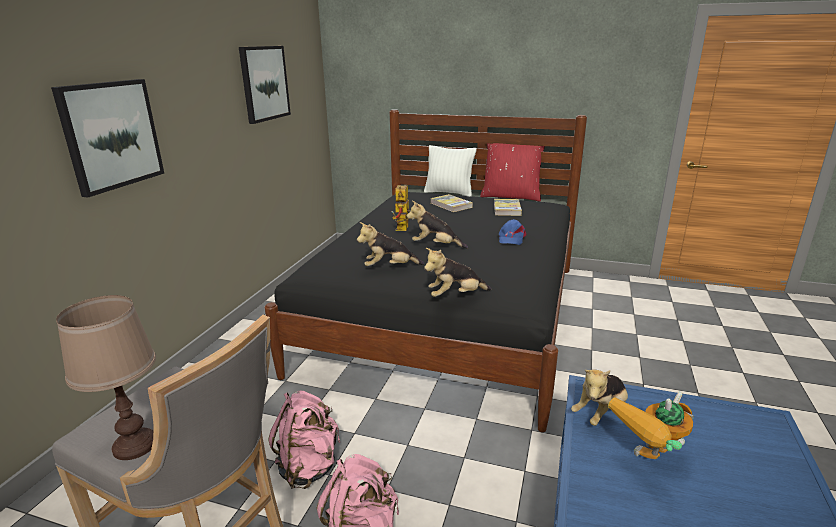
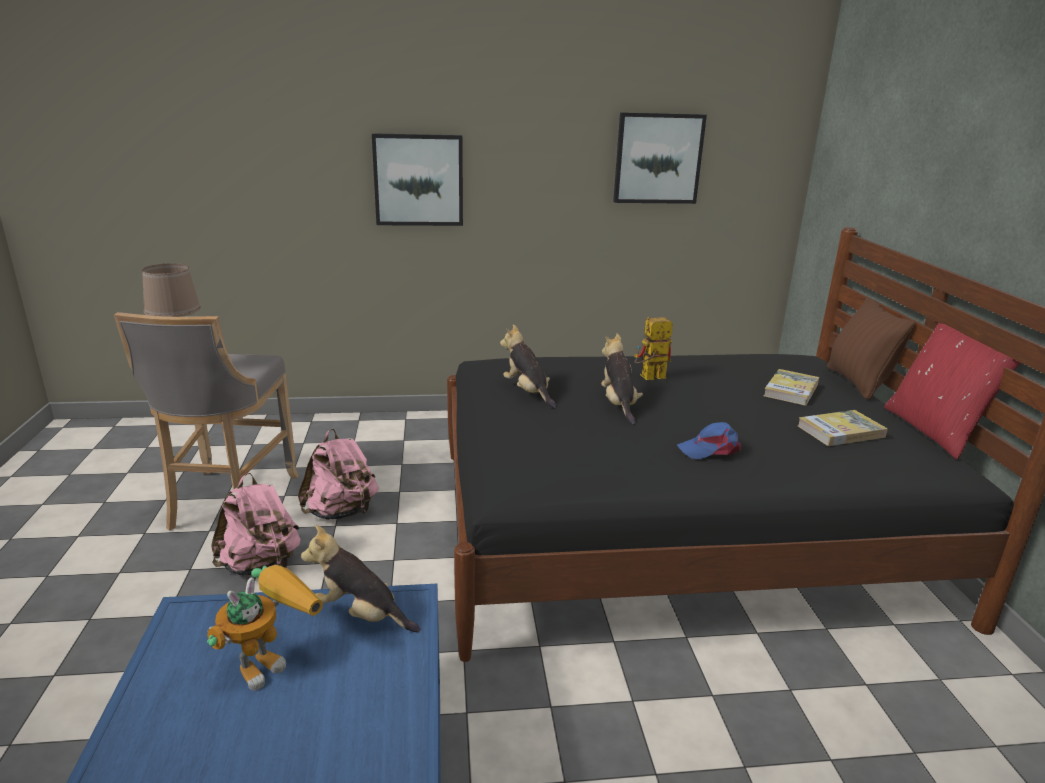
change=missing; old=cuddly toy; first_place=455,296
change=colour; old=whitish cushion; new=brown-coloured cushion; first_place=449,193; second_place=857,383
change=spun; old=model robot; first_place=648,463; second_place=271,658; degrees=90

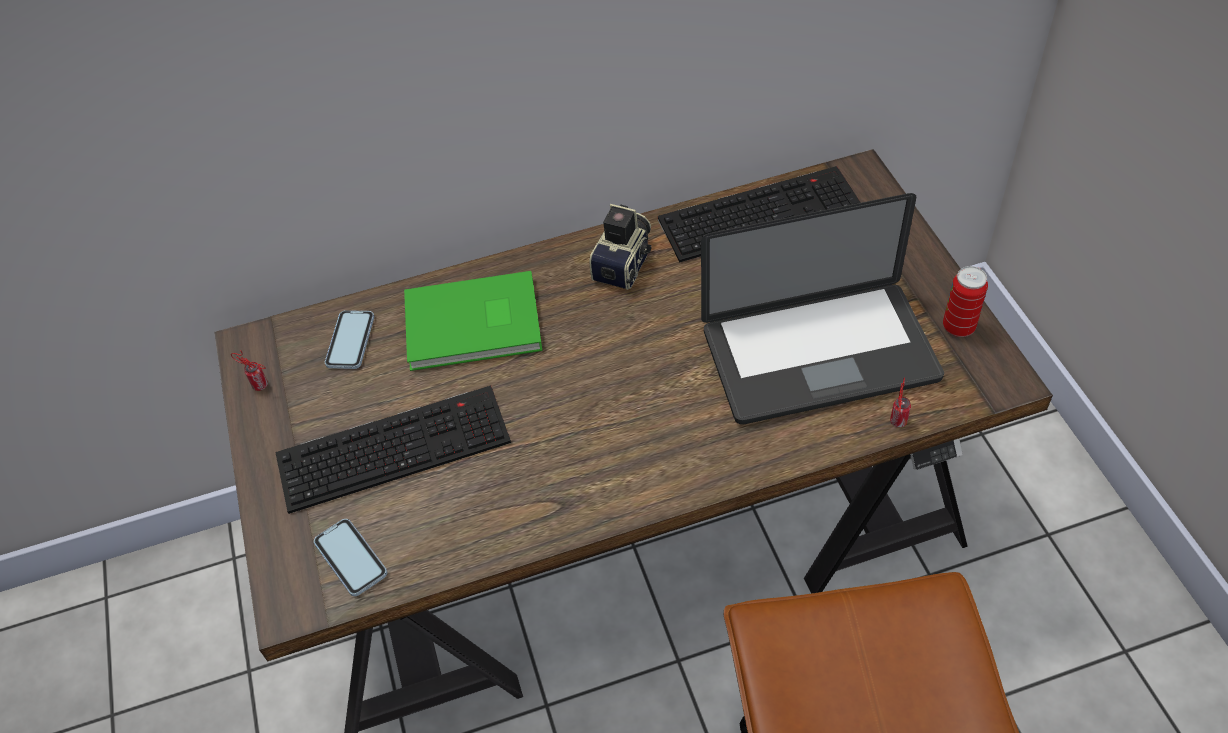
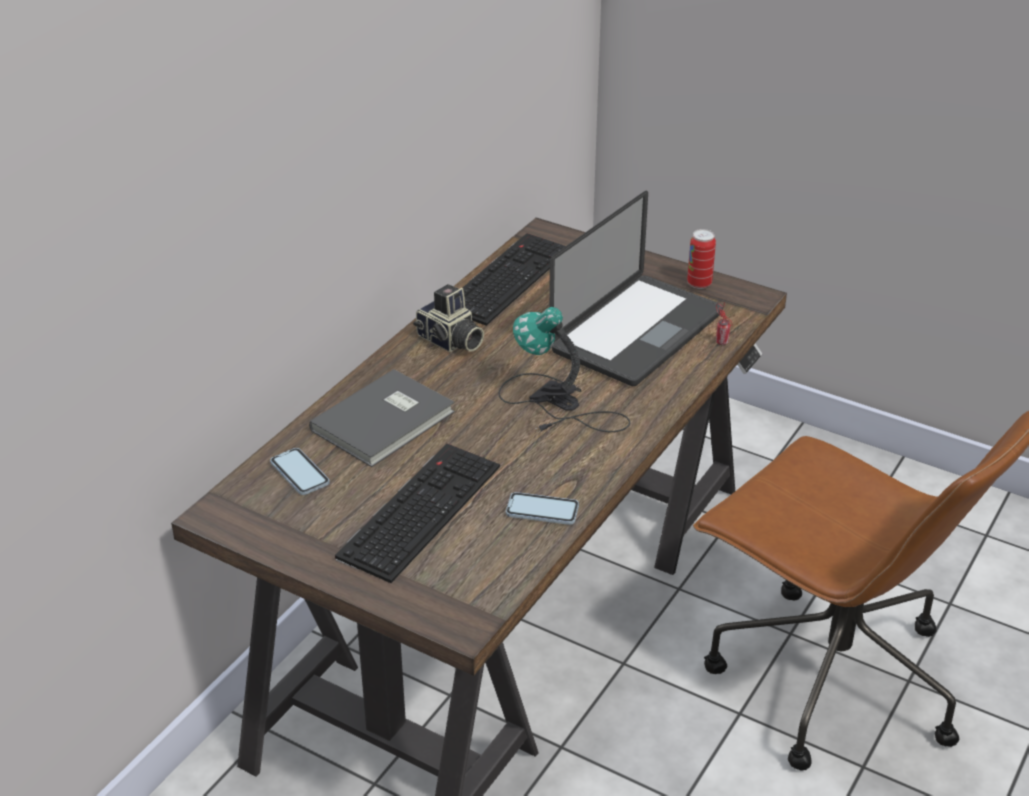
change=missing; old=sealed can; first_place=262,386
change=appeared; new=tabletop lamp; second_place=557,405
change=relocated; old=telephone; first_place=351,558; second_place=542,510
change=colour; old=greenish volume; new=greyish volume; first_place=475,326; second_place=387,421
change=spun; old=photo camera; first_place=626,263; second_place=449,341; degrees=150

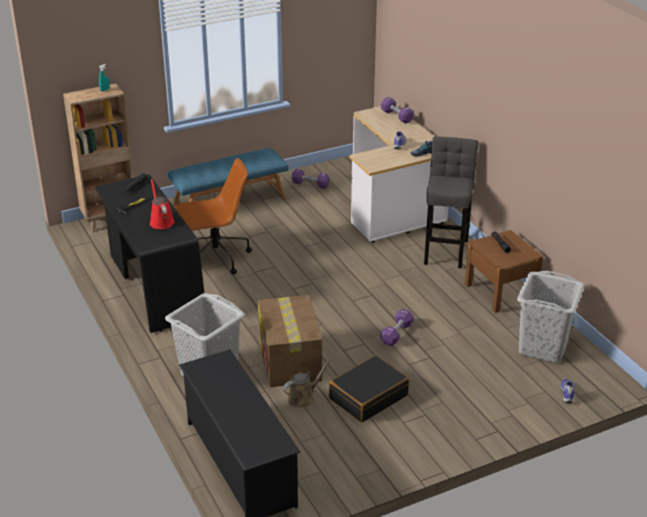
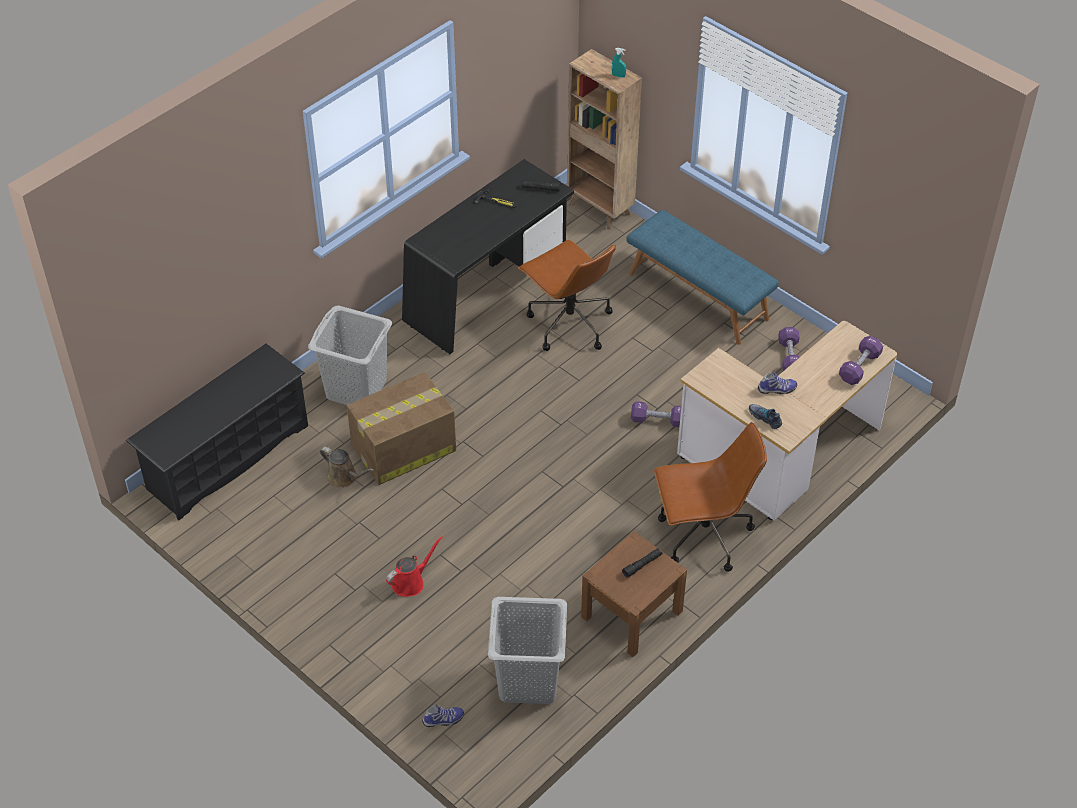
change=missing; old=black travel case; first_place=368,397
change=relocated; old=red-coloured watering pot; first_place=161,221; second_place=411,582
change=relocated; old=purplish dumbbell; first_place=396,334; second_place=658,420
change=exchanged; old=greyish stool seat; new=brown-coloured desk chair; first_place=446,250; second_place=702,536

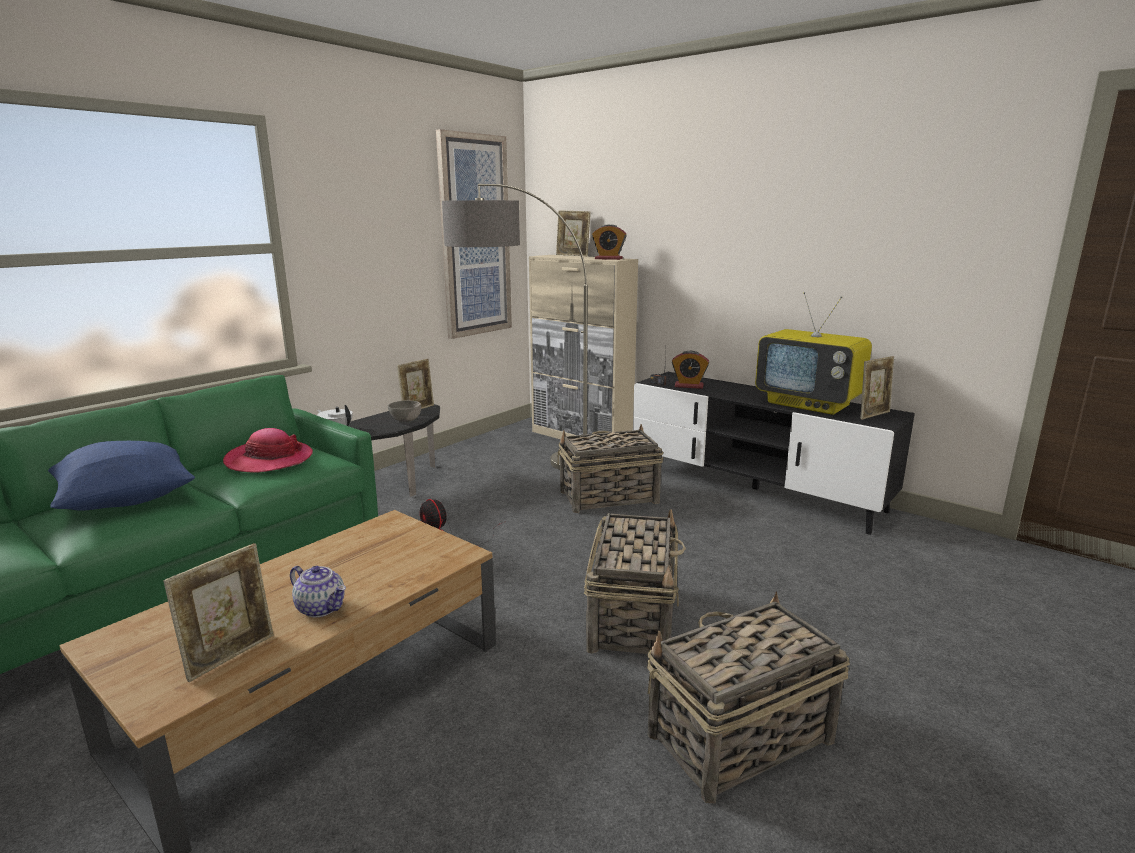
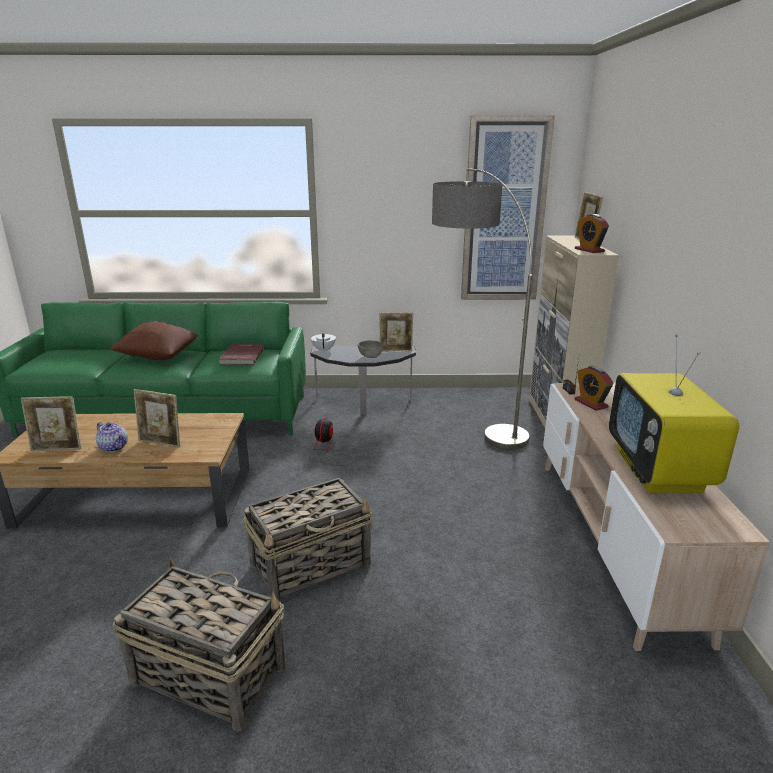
change=missing; old=storage basket; first_place=607,497
change=relocated; old=picture frame; first_place=873,415; second_place=161,443
change=exchanged; old=wearable hat; new=red-coloured volume; first_place=269,460; second_place=241,356
change=colour; old=blue-coloured cushion; new=brown-coloured cushion; first_place=125,501; second_place=158,357
change=colour; old=black tv stand; new=beige tv stand; first_place=754,489; second_place=614,539
change=spun; old=tea pot; first_place=322,608; second_place=114,447; degrees=-45

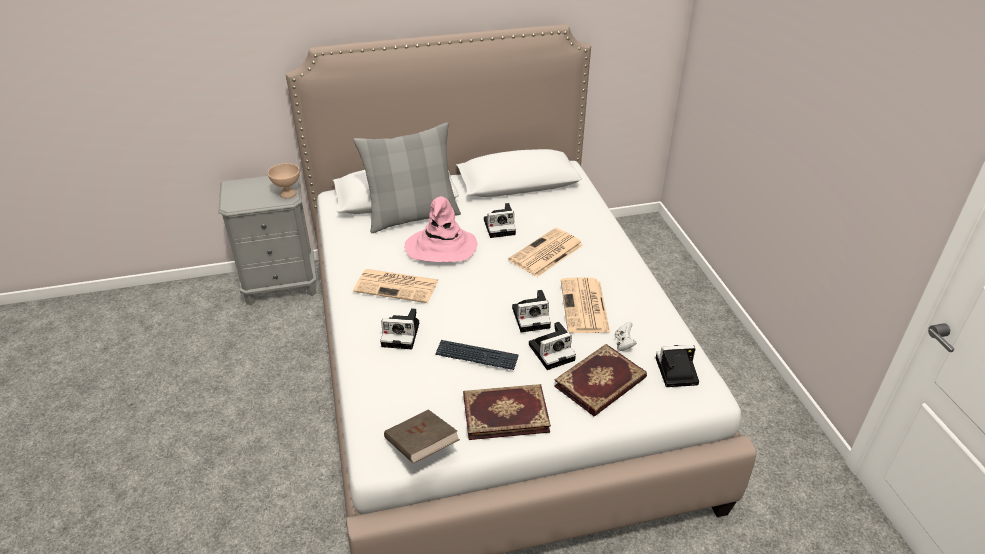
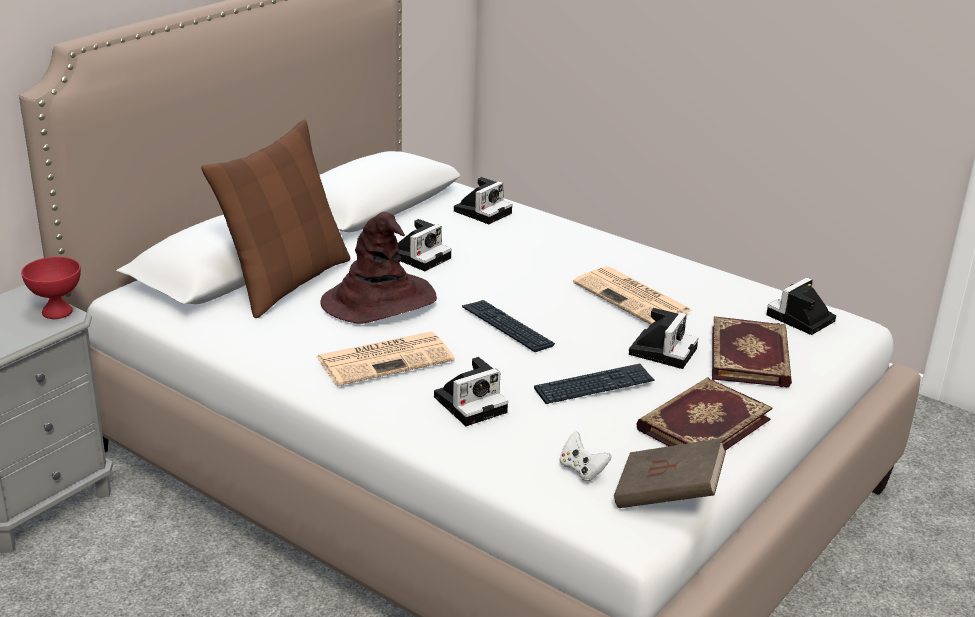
change=missing; old=daily paper; first_place=546,253
change=appeared; new=computer keyboard; second_place=507,327
change=relocated; old=photo camera; first_place=532,317; second_place=483,211
change=relocated; old=whitish game controller; first_place=623,343; second_place=582,470
change=colour; old=beige serving bowl; new=red-coloured serving bowl; first_place=287,193; second_place=56,312
change=colour; old=greyish cushion; new=brown-coloured cushion; first_place=412,216; second_place=286,282
change=colour; old=pinkish wearable hat; new=brown-coloured wearable hat; first_place=441,247; second_place=379,301

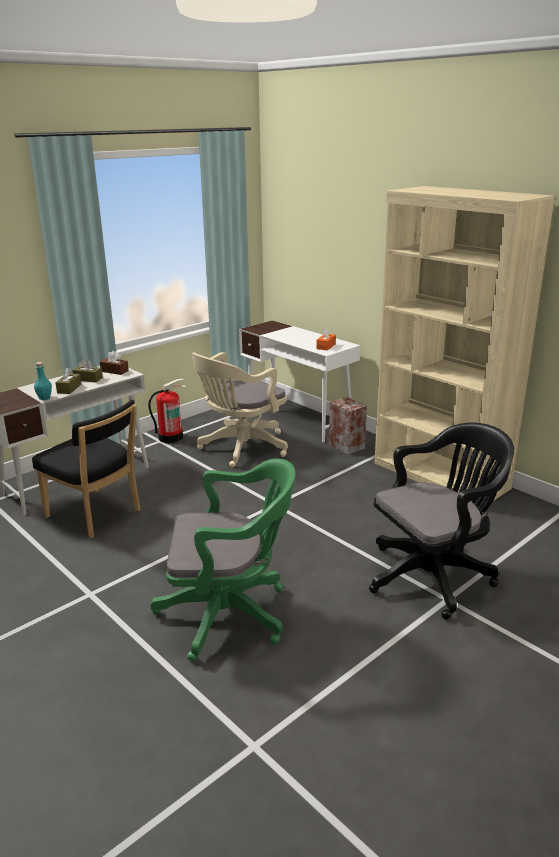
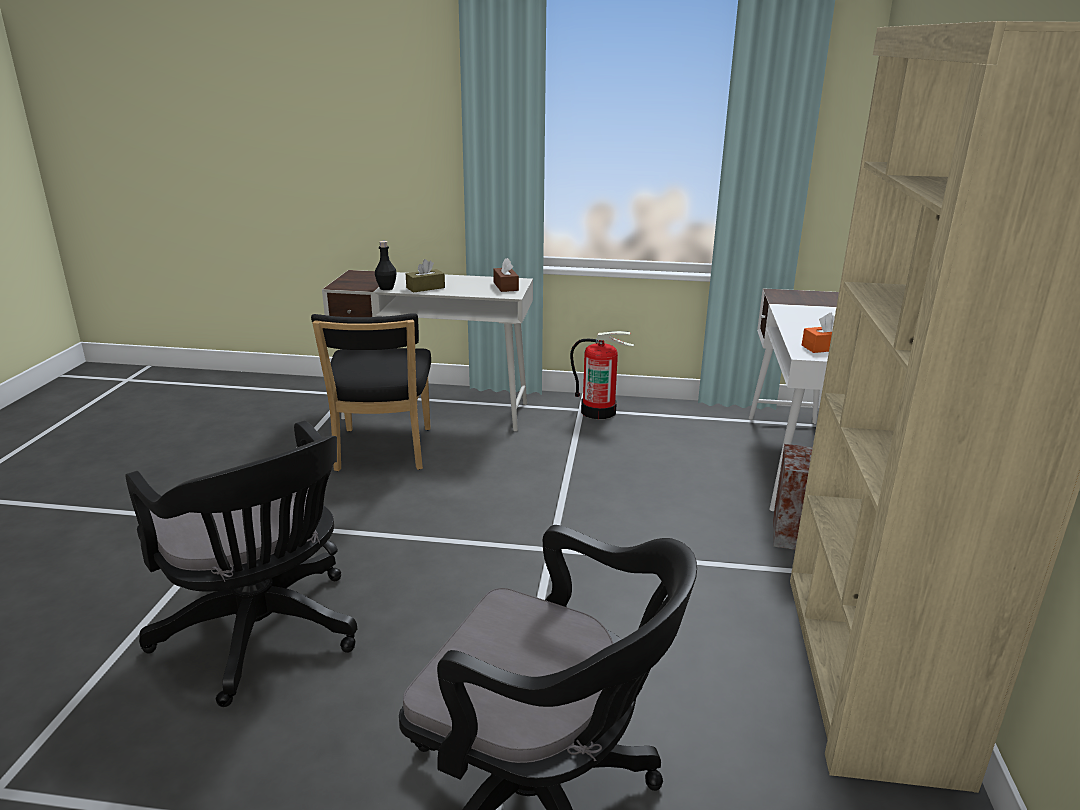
change=missing; old=brown-coloured tissue holder; first_place=88,379
change=missing; old=beige desk chair; first_place=241,448
change=colour; old=blue-green drink bottle; new=black drink bottle; first_place=44,398; second_place=386,288
change=colour; old=greenish desk chair; new=black desk chair; first_place=231,614; second_place=264,636

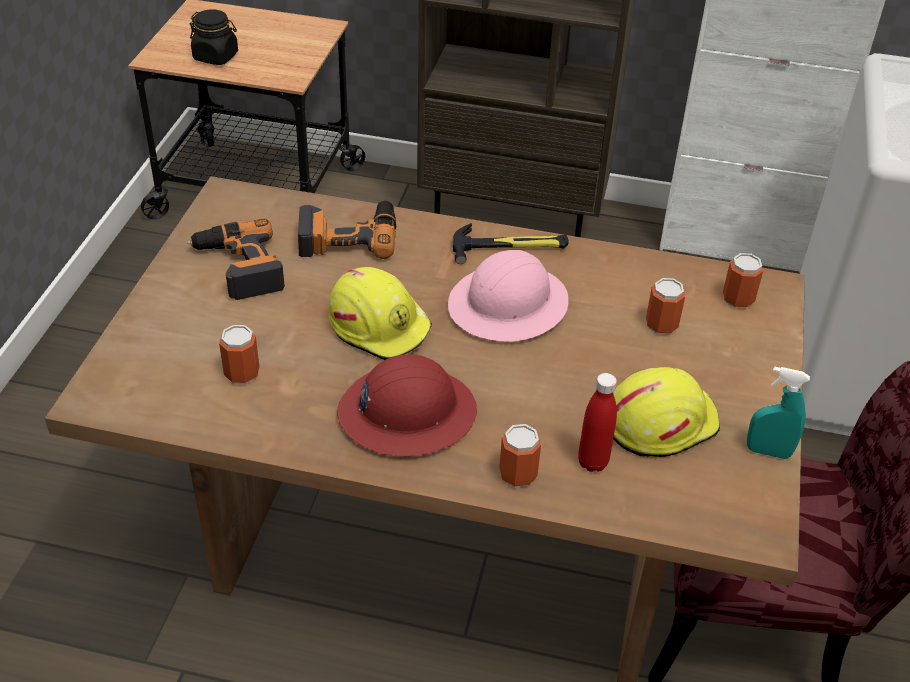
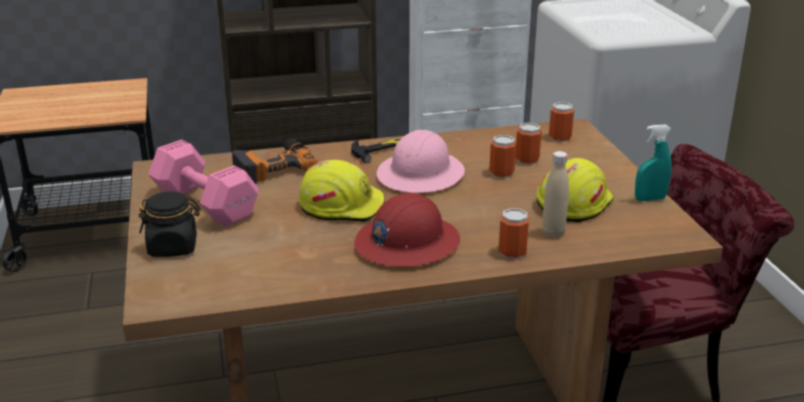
change=relocated; old=black storage jar; first_place=216,56; second_place=173,247
change=relocated; old=sealed can; first_place=242,373; second_place=501,173
change=exchanged; old=electric drill; new=pinkish dumbbell; first_place=238,267; second_place=204,202
change=colour; old=red-coloured drink bottle; new=beige drink bottle; first_place=592,462; second_place=553,233

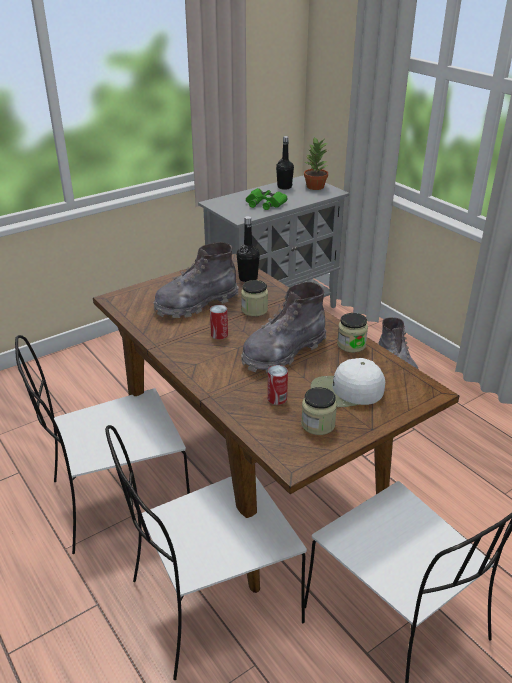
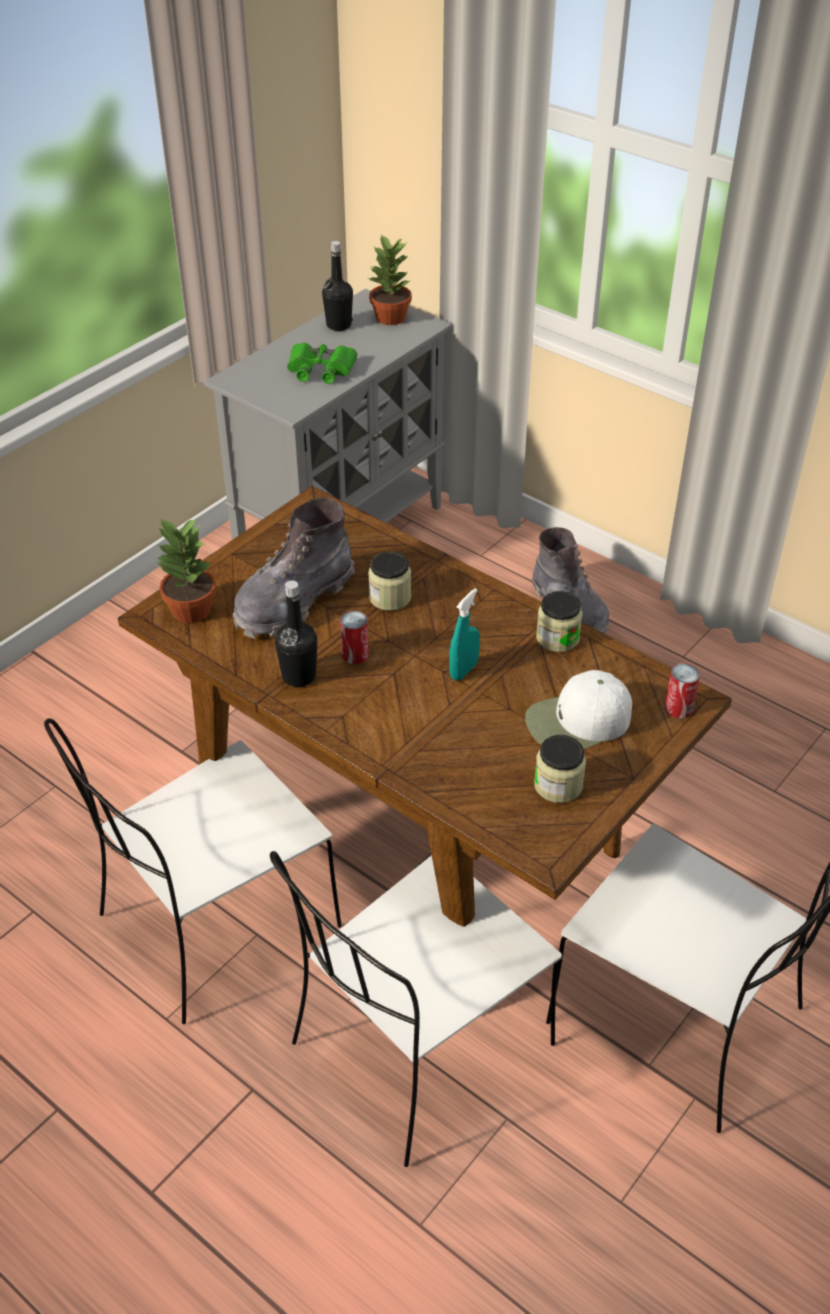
change=appeared; new=houseplant; second_place=190,610
change=relocated; old=black drink bottle; first_place=248,278; second_place=299,676
change=relocated; old=sealed can; first_place=277,398; second_place=678,708
change=exchanged; old=greyish tall boot; new=blue-green sprayer; first_place=283,352; second_place=464,670

